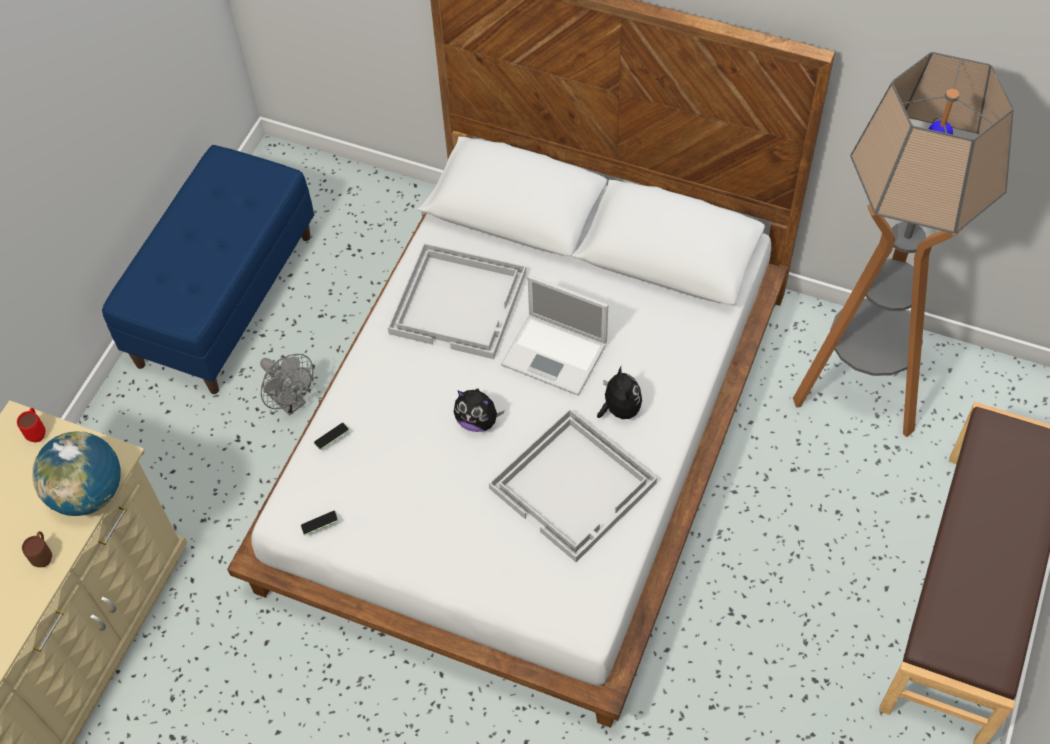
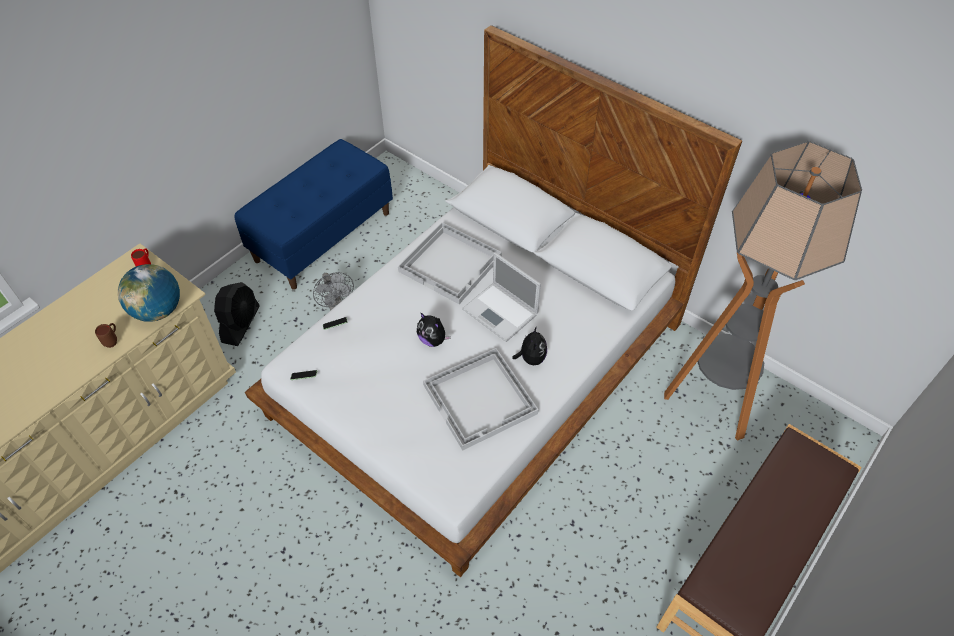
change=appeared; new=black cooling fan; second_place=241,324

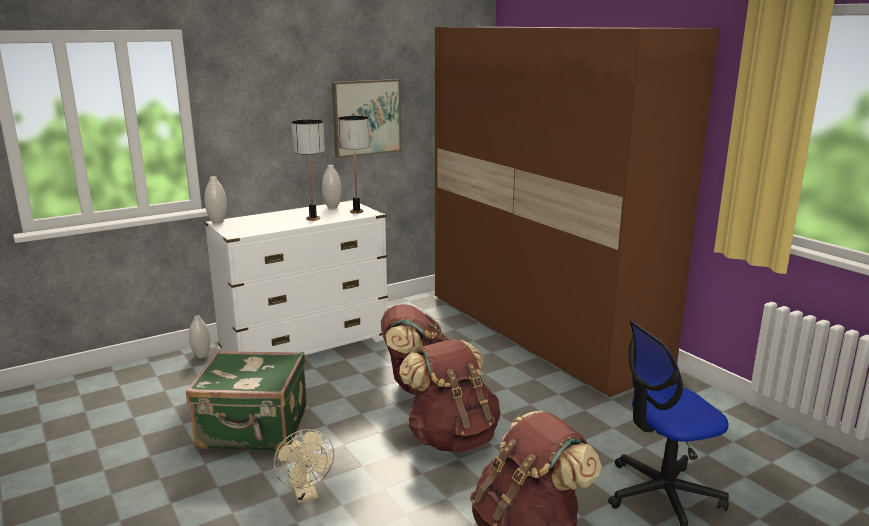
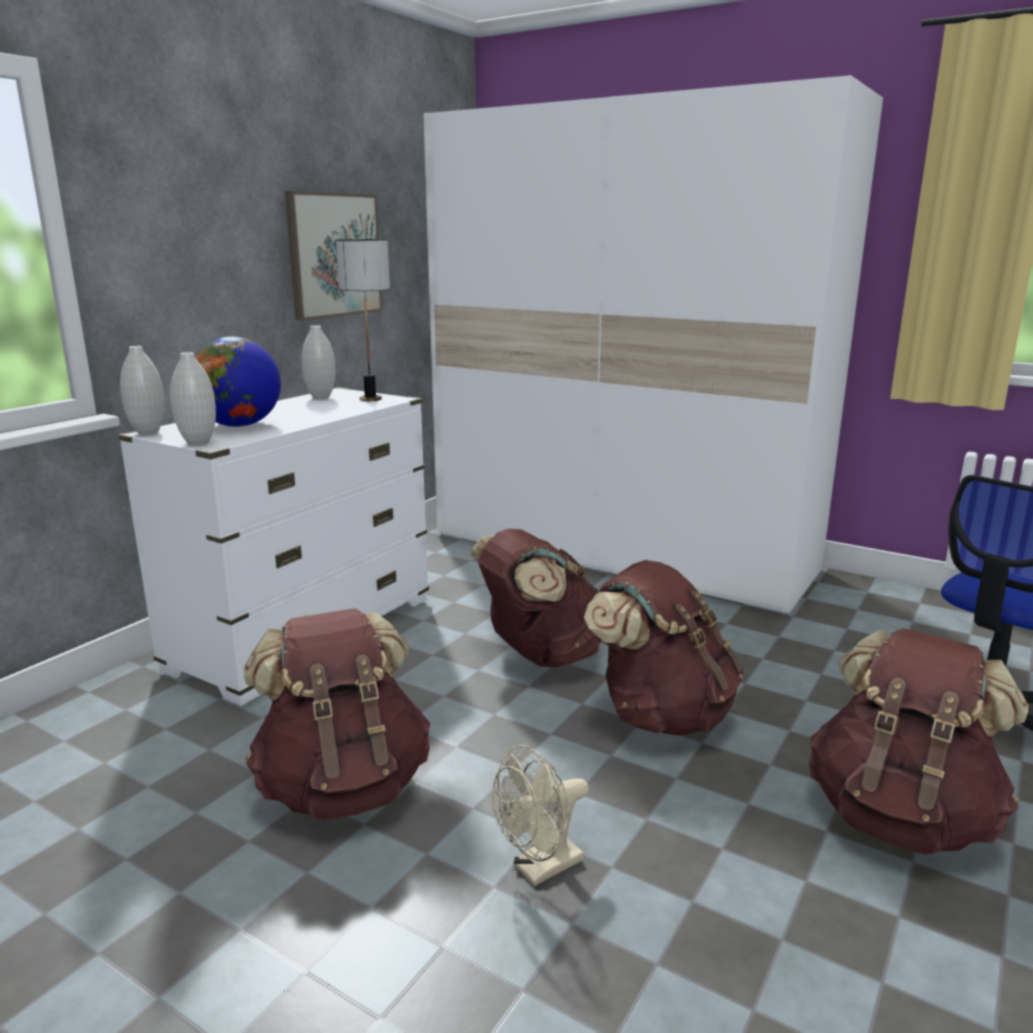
change=missing; old=tabletop lamp; first_place=312,218
change=appeared; new=desk globe; second_place=239,425
change=relocated; old=whitish vase; first_place=201,356; second_place=198,443
change=exchanged; old=greenish travel case; new=brown-coloured backpack; first_place=254,430; second_place=343,786
change=colour; old=brown-coloured armoire; new=whitish armoire; first_place=541,331; second_place=620,551
change=spun; old=beige cooling fan; first_place=306,494; second_place=540,868; degrees=105

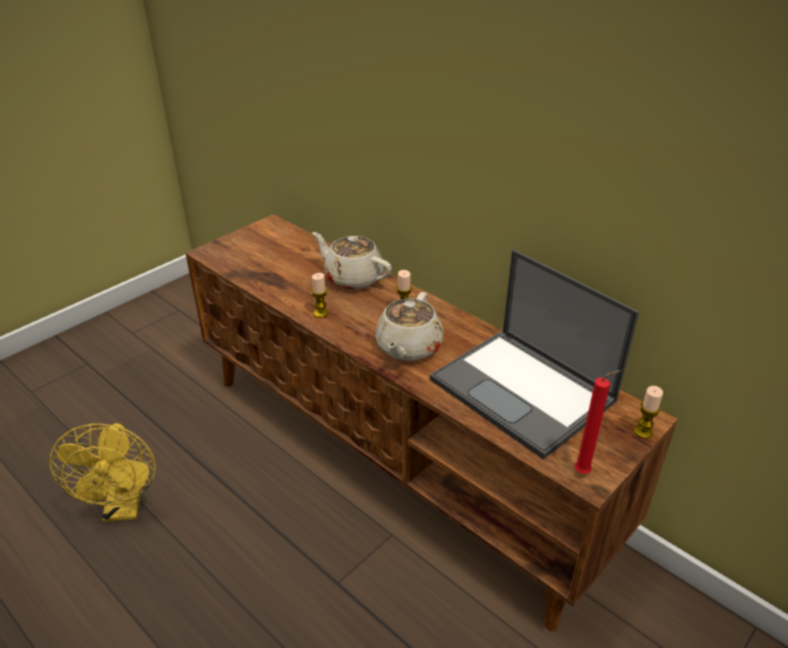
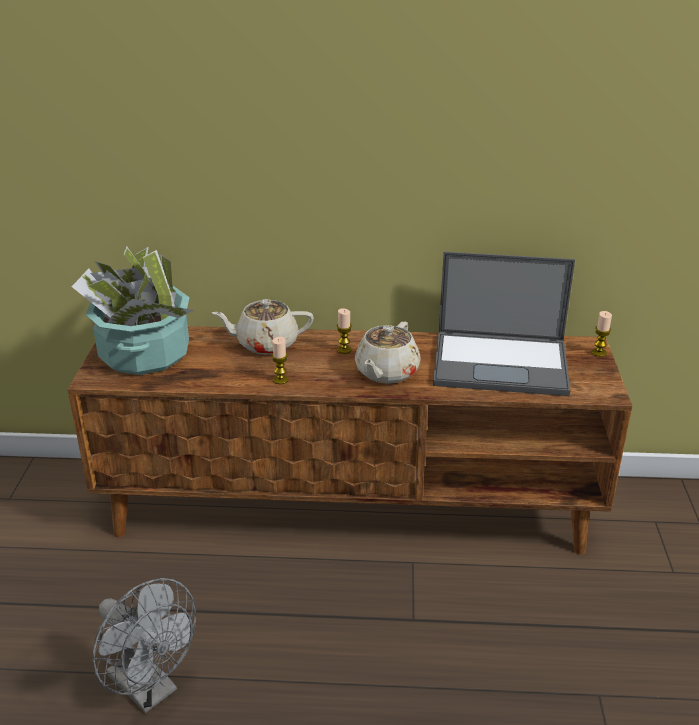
change=missing; old=red-coloured candle; first_place=584,472
change=appeared; new=houseplant; second_place=144,354
change=colour; old=yellowish cooling fan; new=greyish cooling fan; first_place=124,507; second_place=150,689
change=spun; old=beige tea pot; first_place=408,348; second_place=386,372; degrees=45

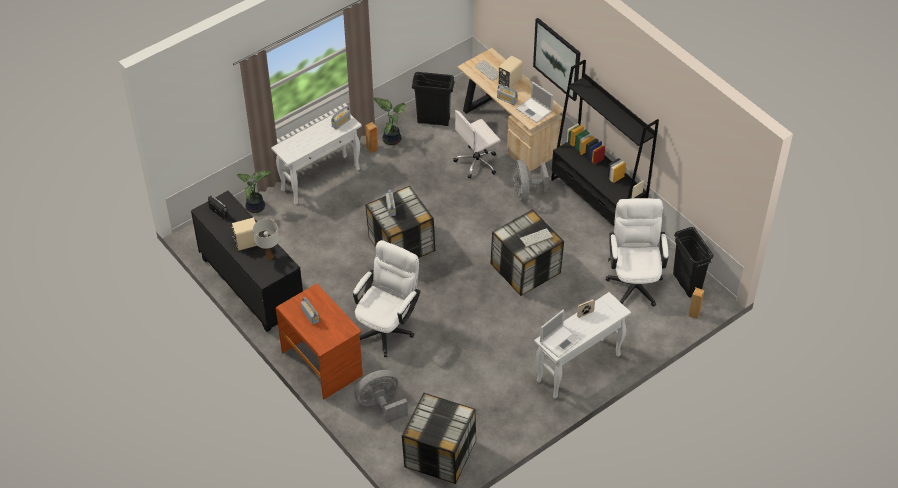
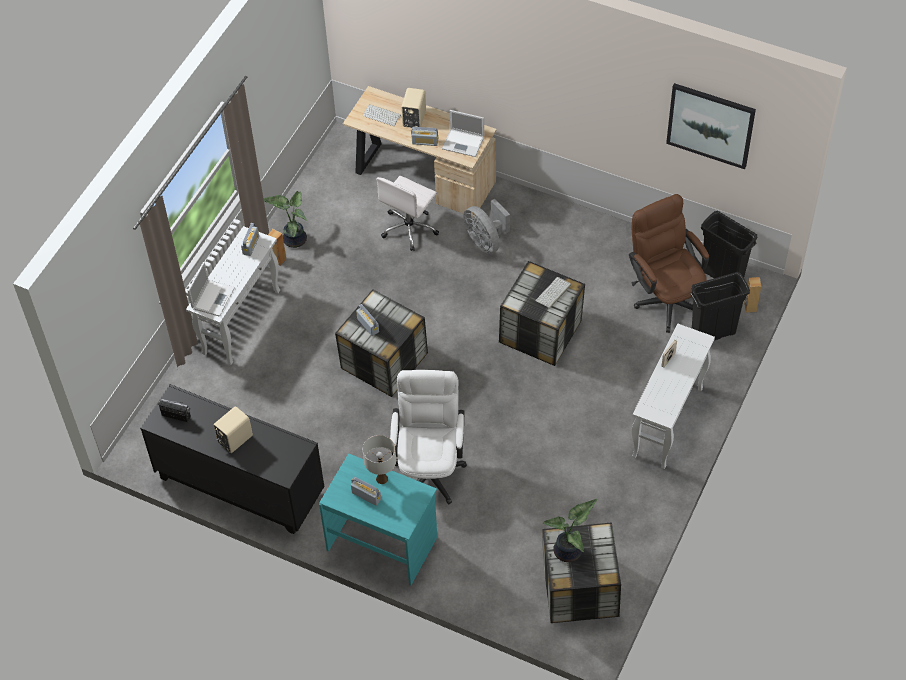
change=missing; old=greyish cooling fan; first_place=381,405
change=missing; old=black bookcase; first_place=597,202
change=relocated; old=houseplant; first_place=256,208; second_place=569,551
change=relocated; old=whitish tabletop lamp; first_place=269,256; second_place=382,479
change=relocated; old=black trash can; first_place=433,120; second_place=713,333
change=relocated; old=wall picture; first_place=557,59; second_place=710,125
change=relocated; old=portable computer; first_place=560,340; second_place=213,297
change=colour; old=brown-coloured desk; new=blue-green desk; first_place=322,363; second_place=383,543
change=colour; old=whitish desk chair; new=brown-coloured desk chair; first_place=634,281; second_place=665,297

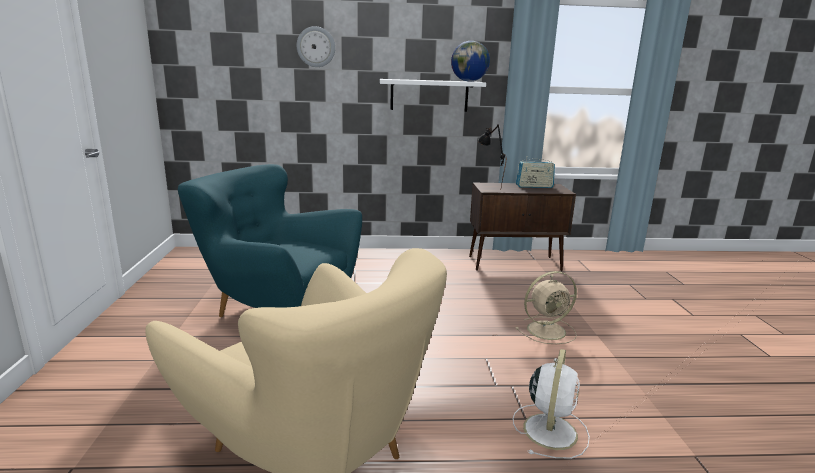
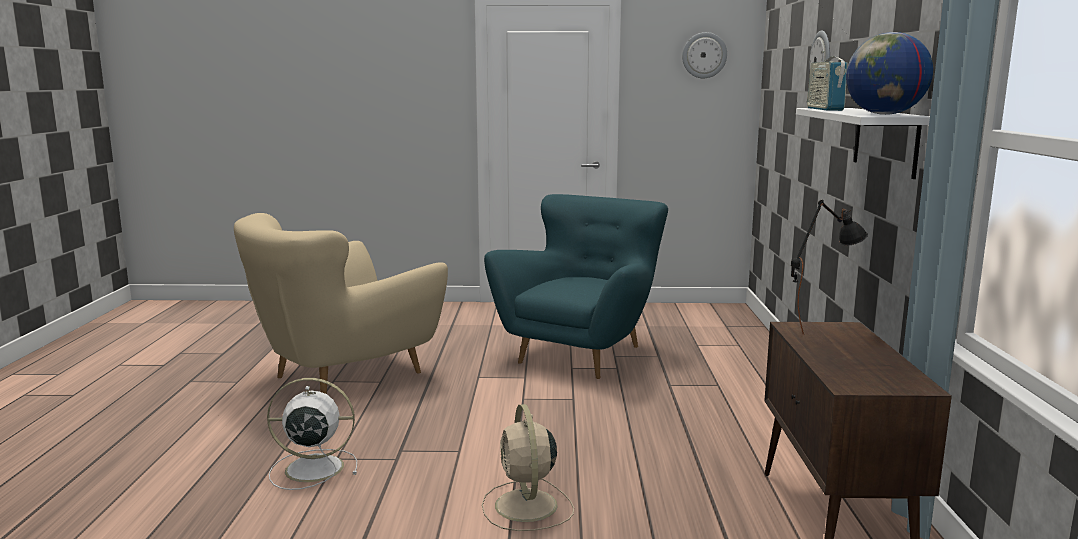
change=appeared; new=hanging clock; second_place=704,55
change=relocated; old=radio; first_place=534,186; second_place=824,109
change=spun; old=whitish cooling fan; first_place=550,430; second_place=311,468; degrees=150

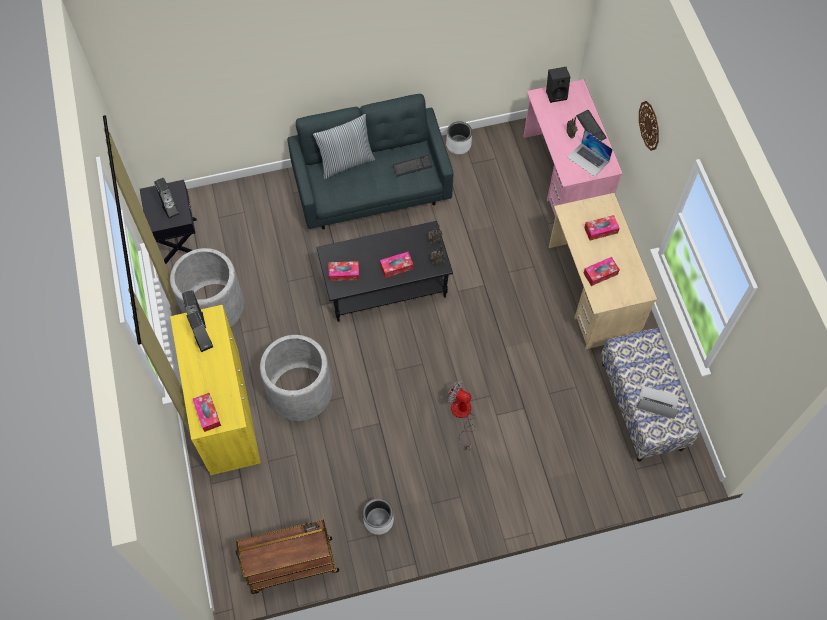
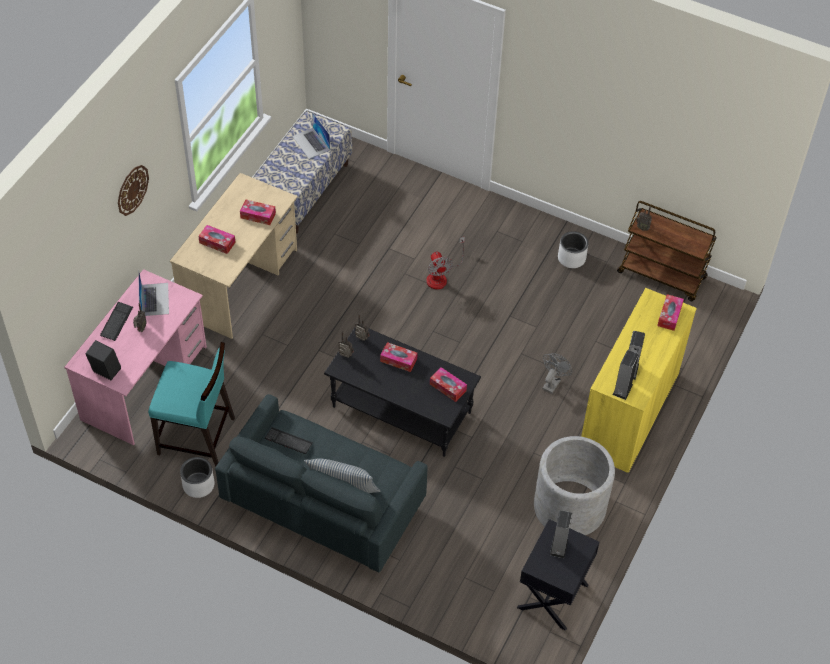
change=appeared; new=blue-green upright chair; second_place=197,437
change=exchanged; old=greyish plant pot; new=greyish cooling fan; first_place=300,391; second_place=552,382

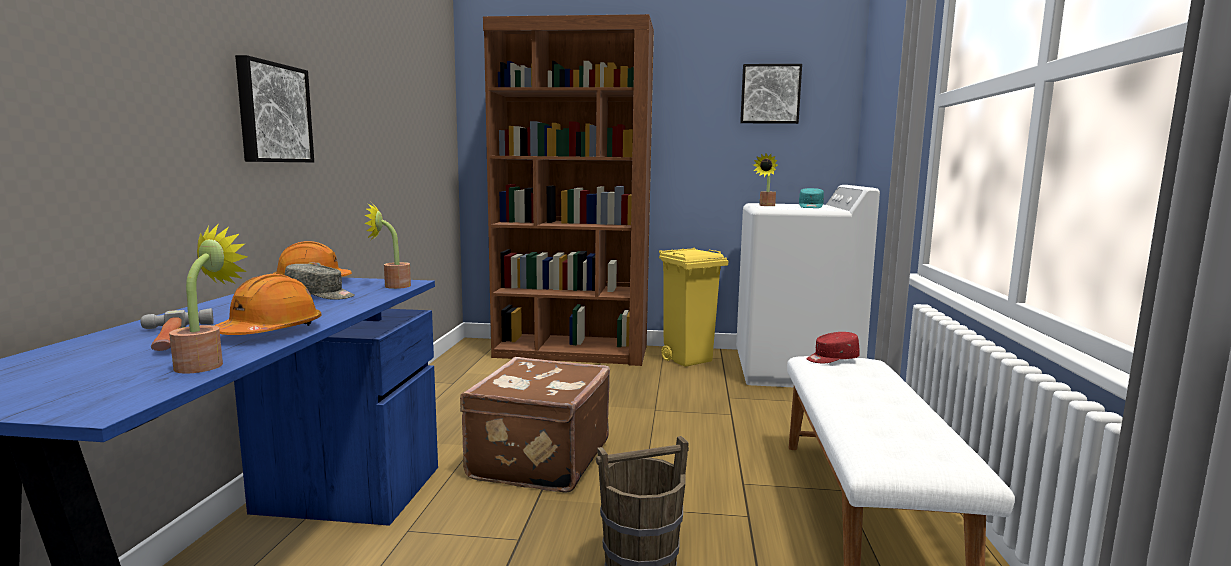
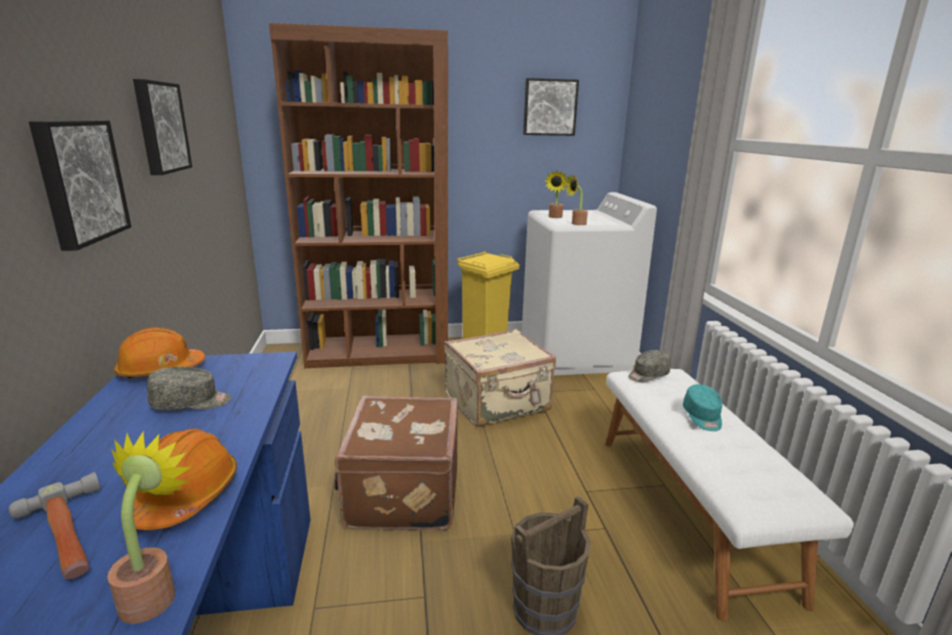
change=appeared; new=wall picture; second_place=160,127
change=appeared; new=beige travel case; second_place=498,403
change=relocated; old=houseplant; first_place=392,286; second_place=576,224
change=relocated; old=blue-green cap; first_place=810,207; second_place=702,417
change=colour; old=red-coloured cap; new=greyish cap; first_place=832,359; second_place=647,375

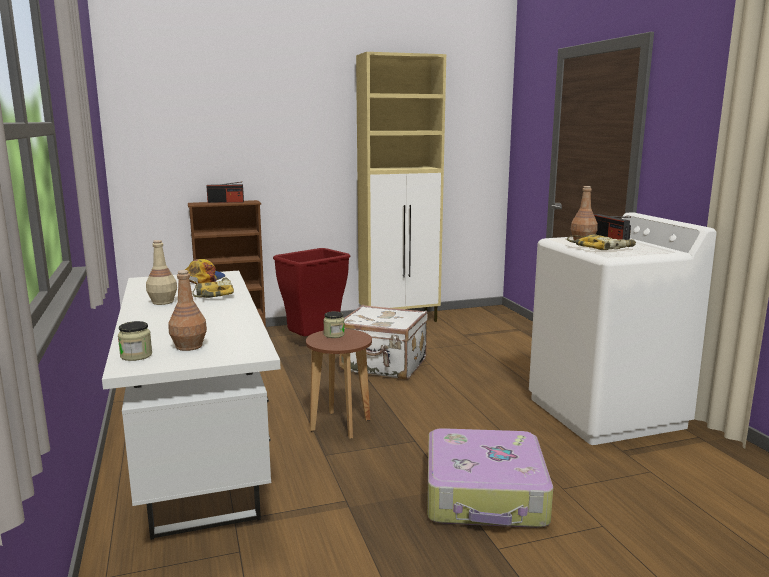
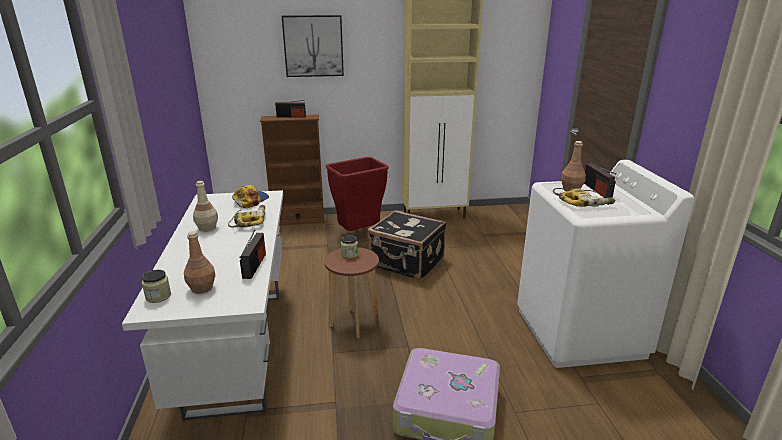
change=appeared; new=radio; second_place=254,265
change=appeared; new=wall picture; second_place=313,46
change=colour; old=whitish travel case; new=black travel case; first_place=383,366; second_place=407,263

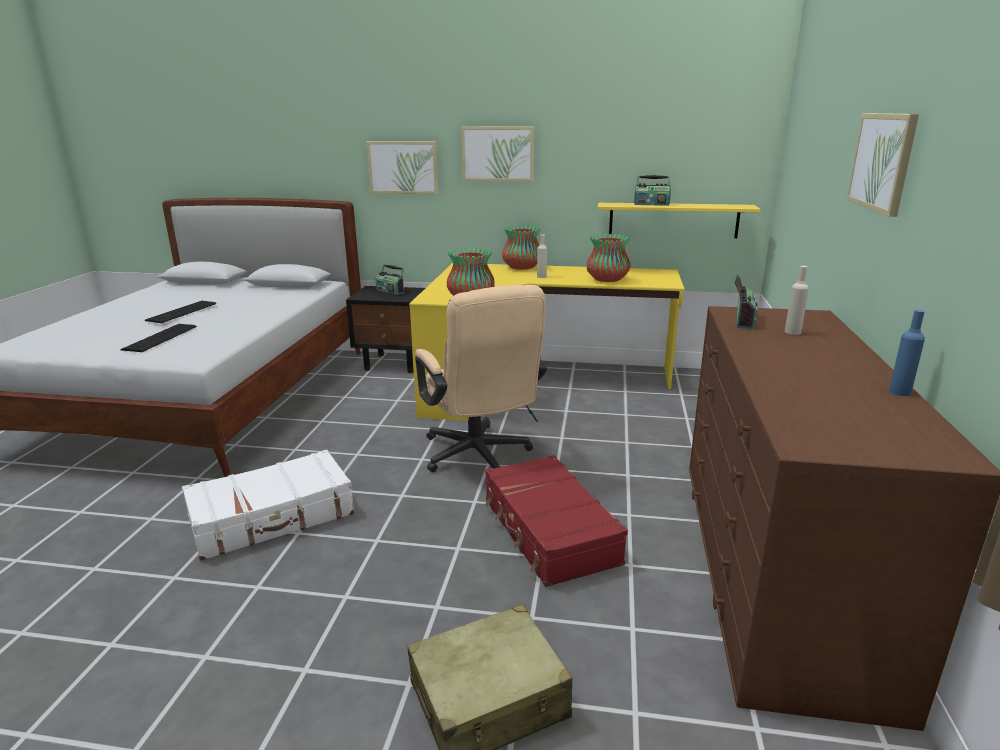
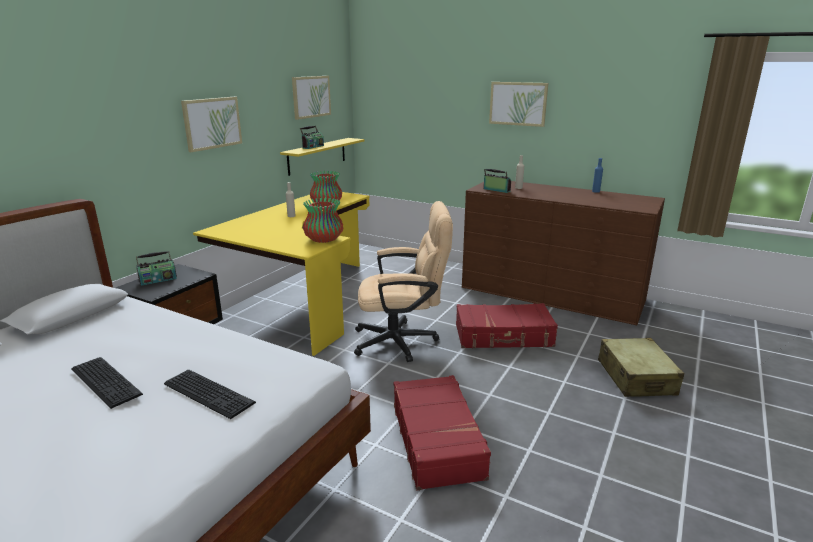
change=missing; old=vase; first_place=522,268
change=relocated; old=wall picture; first_place=403,167; second_place=311,96
change=colour; old=whitish travel case; new=red-coloured travel case; first_place=273,517; second_place=437,440

